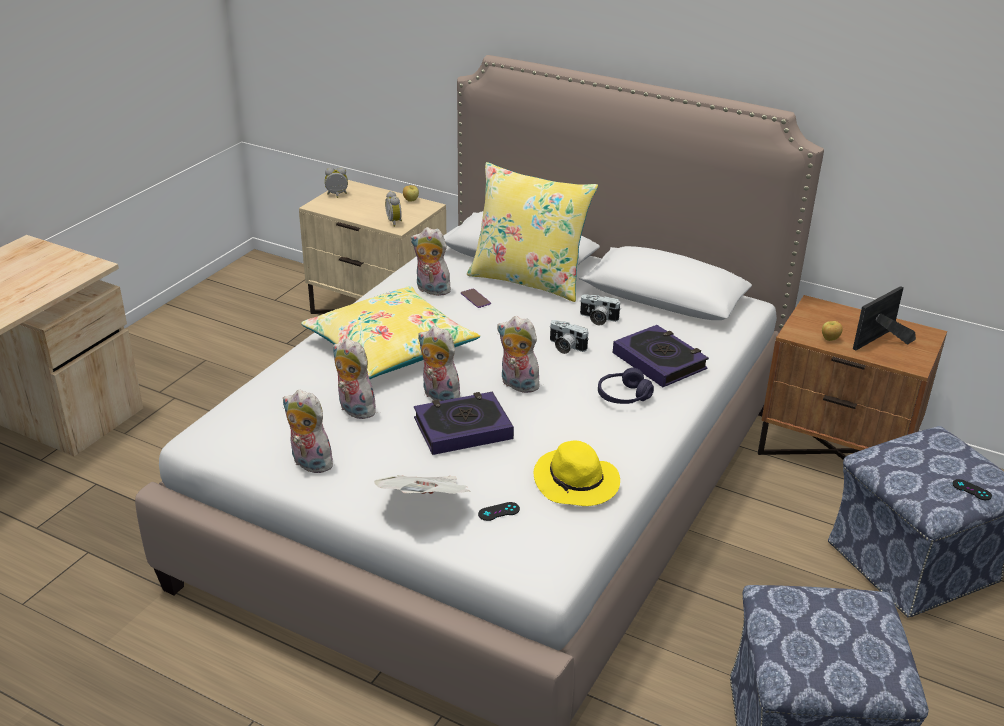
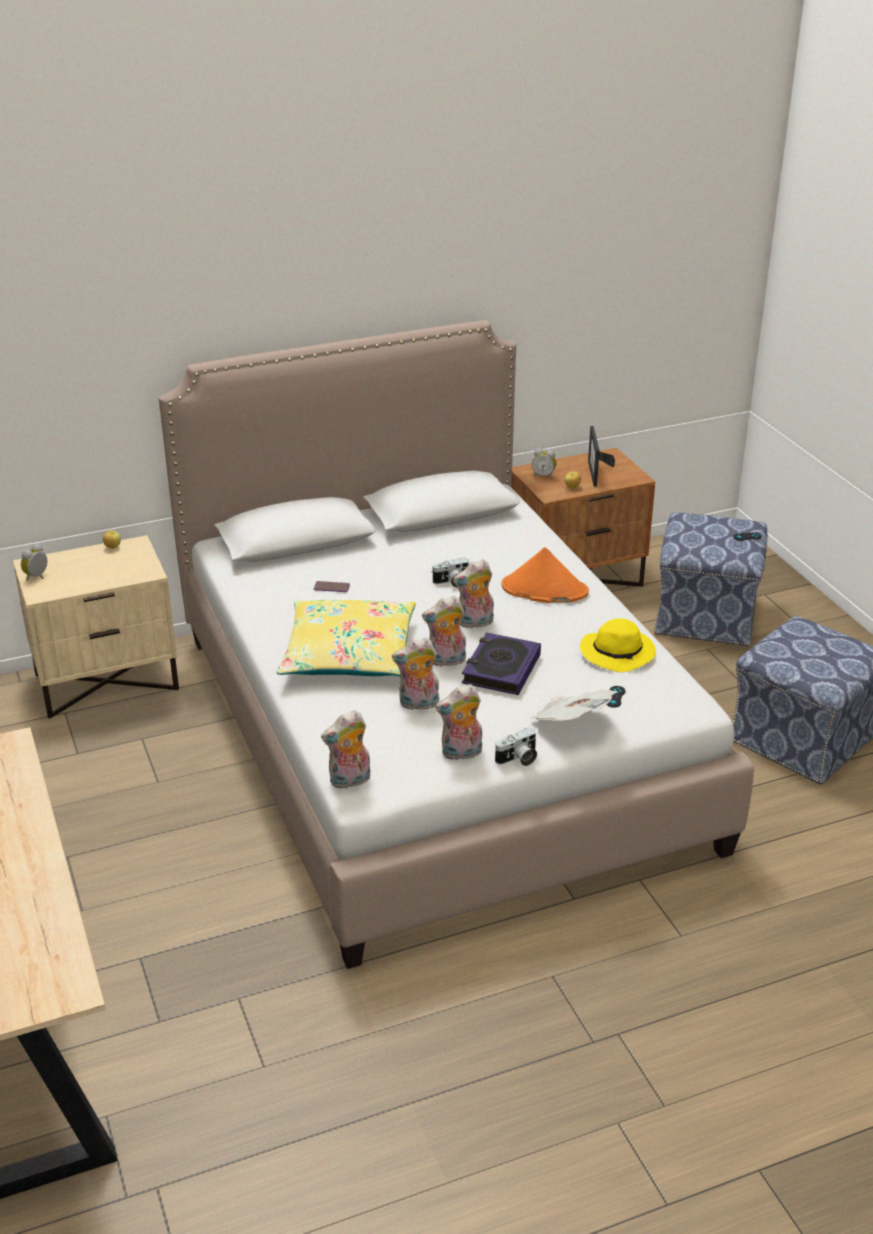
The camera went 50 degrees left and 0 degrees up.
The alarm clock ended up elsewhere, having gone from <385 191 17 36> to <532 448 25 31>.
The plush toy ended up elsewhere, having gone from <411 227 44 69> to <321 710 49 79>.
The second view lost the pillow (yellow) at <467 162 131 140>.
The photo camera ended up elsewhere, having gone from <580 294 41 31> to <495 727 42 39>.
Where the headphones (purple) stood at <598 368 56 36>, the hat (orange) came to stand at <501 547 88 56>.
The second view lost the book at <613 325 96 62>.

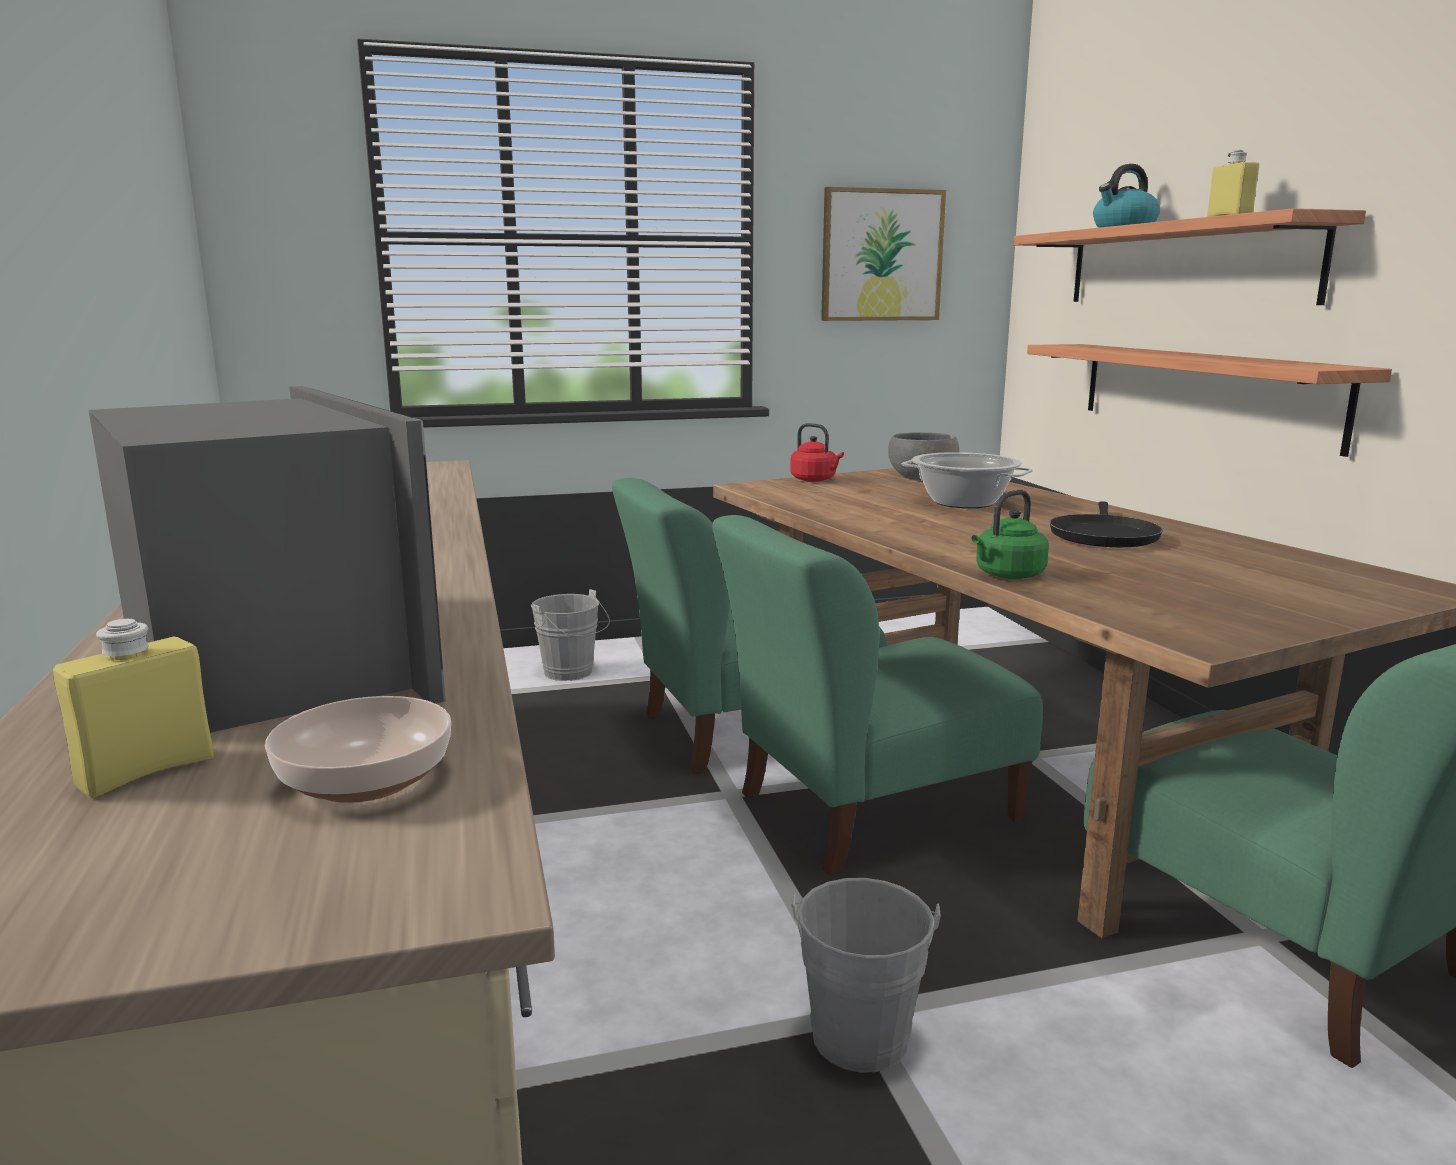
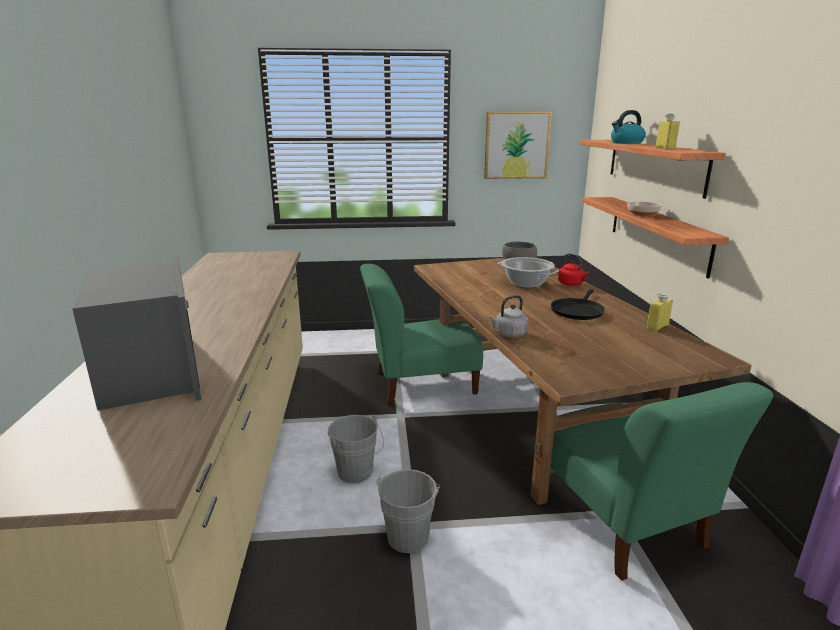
The camera went 10 degrees right and 5 degrees up.
The bottle (yellow) ended up elsewhere, having gone from <53 619 160 179> to <647 293 26 39>.
The bowl ended up elsewhere, having gone from <265 696 186 107> to <627 202 35 14>.
The bucket (grey) ended up elsewhere, having gone from <531 589 79 92> to <327 414 57 69>.
The second view lost the chair (green) at <712 515 331 360>.
The kettle (red) ended up elsewhere, having gone from <790 423 54 59> to <558 253 31 33>.
What was the kettle (green) at <972 490 77 89> turned into the kettle (grey) at <489 295 40 42>.

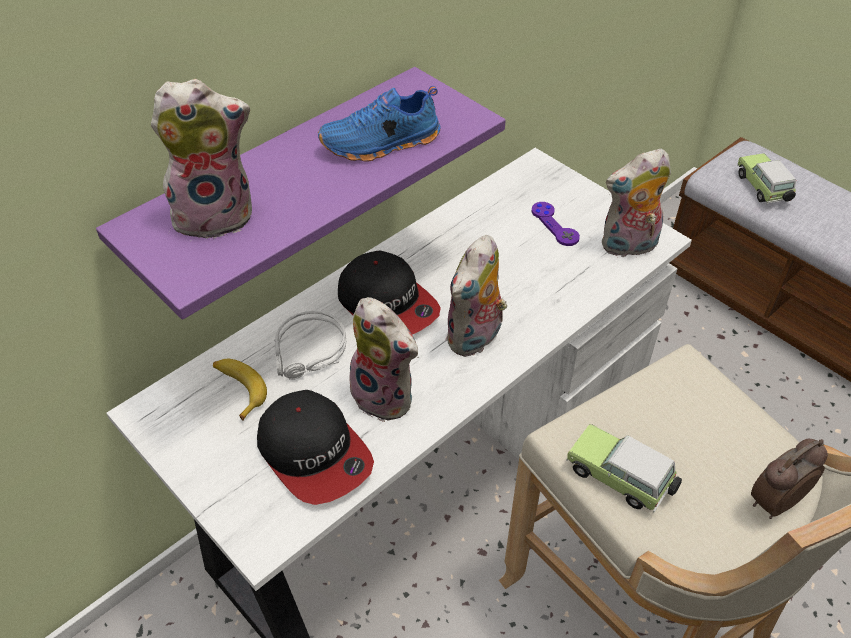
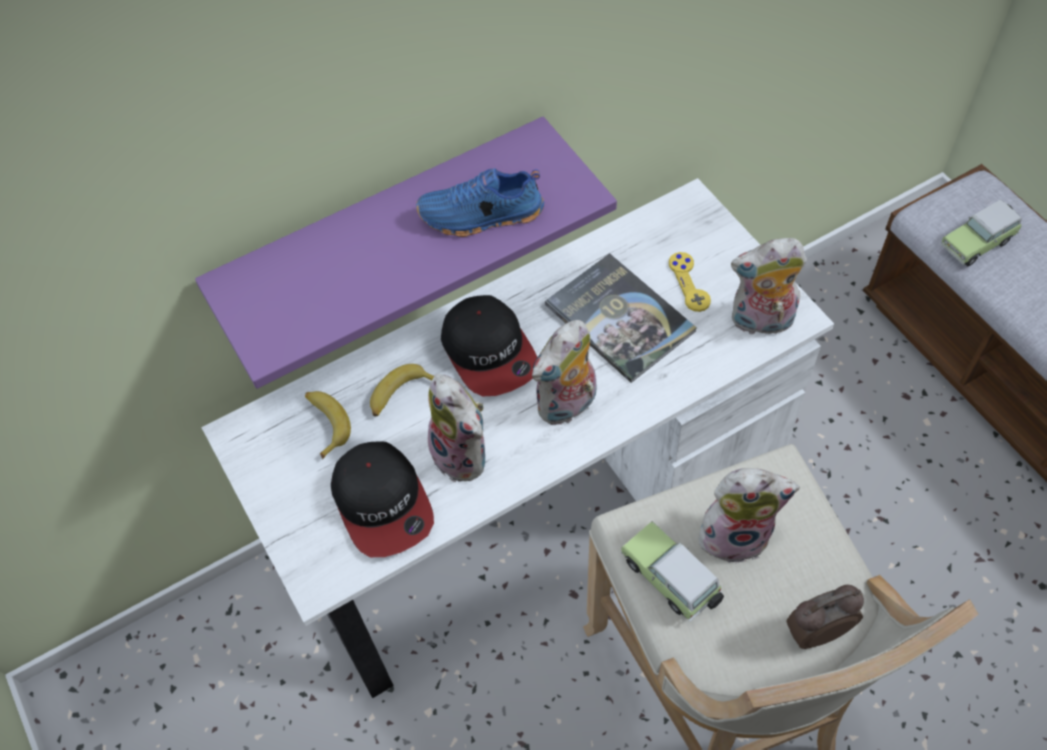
The camera went 15 degrees right and 10 degrees up.
The plush toy ended up elsewhere, having gone from <151 79 101 160> to <698 468 102 96>.
Where the headphones (grey) stood at <274 311 72 69>, the banana came to stand at <370 364 64 52>.
What was the game controller (purple) at <531 202 49 44> turned into the game controller (yellow) at <669 252 42 60>.
The toy car at <737 153 59 50> ended up facing another way, 120 degrees counterclockwise from before.
The second view gained the book at <545 253 152 130>.

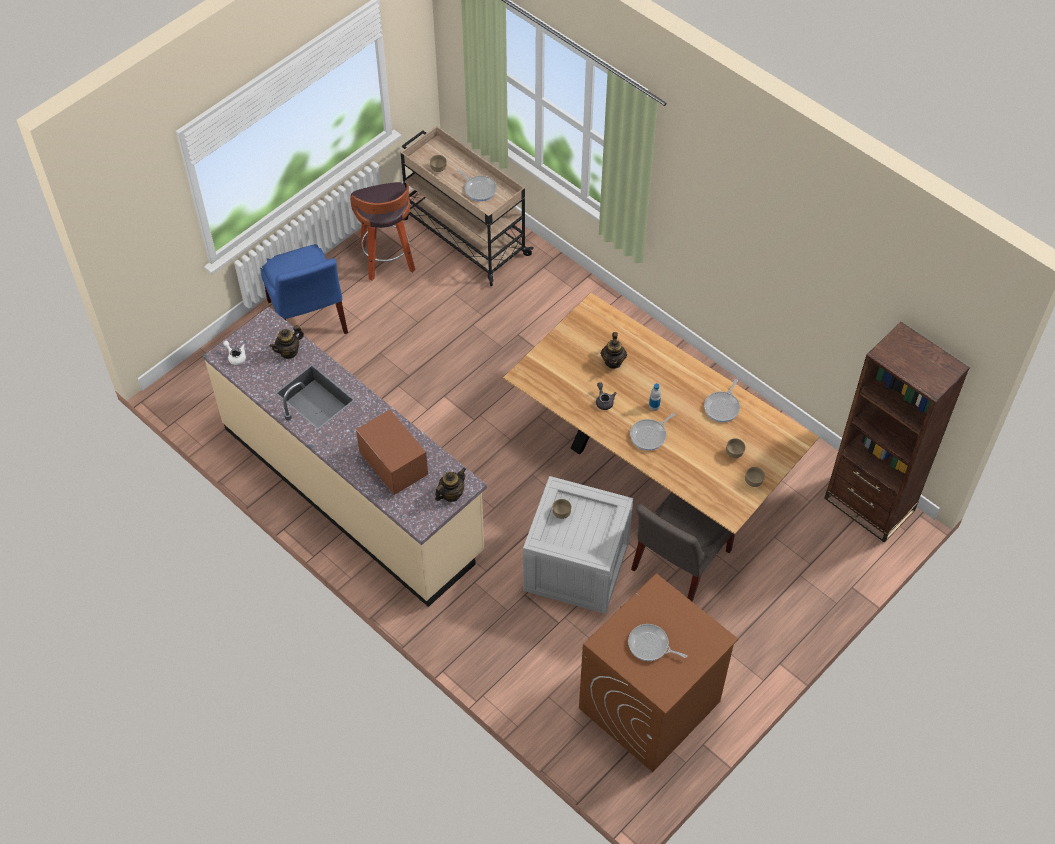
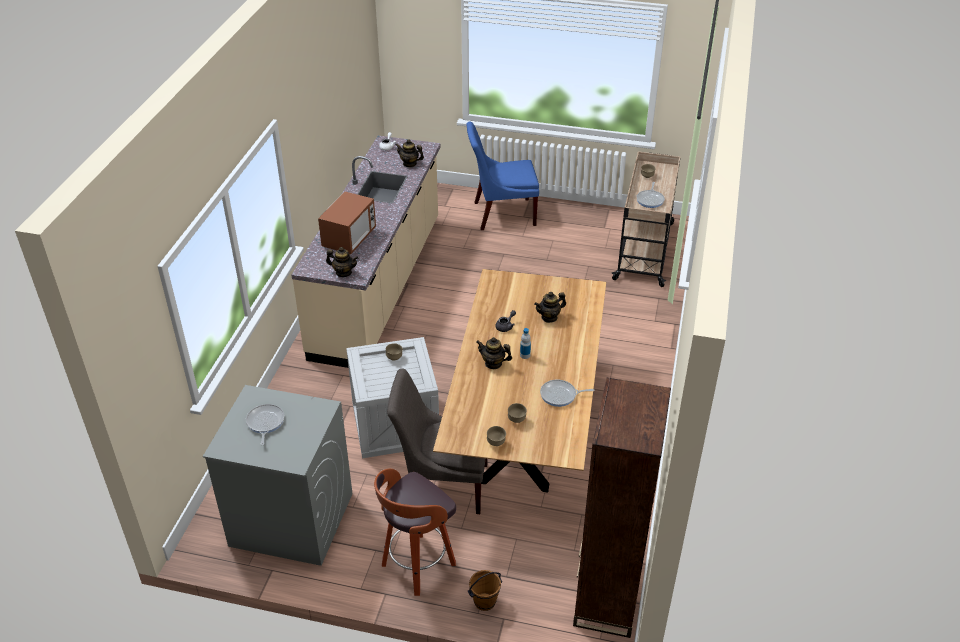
The camera went 60 degrees right and 15 degrees down.
The chair (blue) at <260 244 88 90> ended up facing another way, 45 degrees clockwise from before.
The stool ended up elsewhere, having gone from <350 182 65 99> to <374 469 82 127>.
What was the washing machine (brown) at <579 573 159 199> turned into the washing machine (grey) at <203 385 149 181>.
Where the frying pan stood at <630 413 45 38>, the teapot came to stand at <476 337 36 32>.
The second view gained the bucket (brown) at <468 570 34 41>.

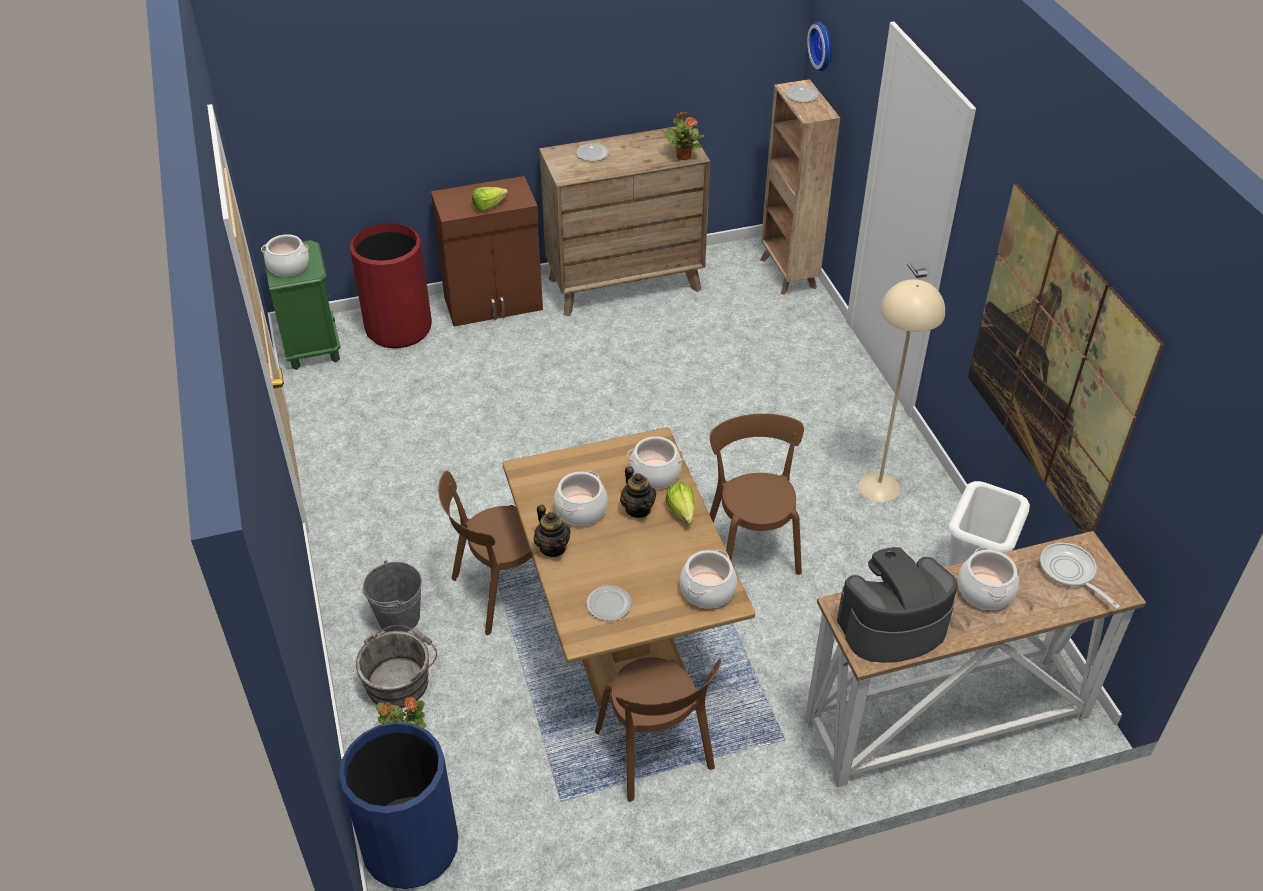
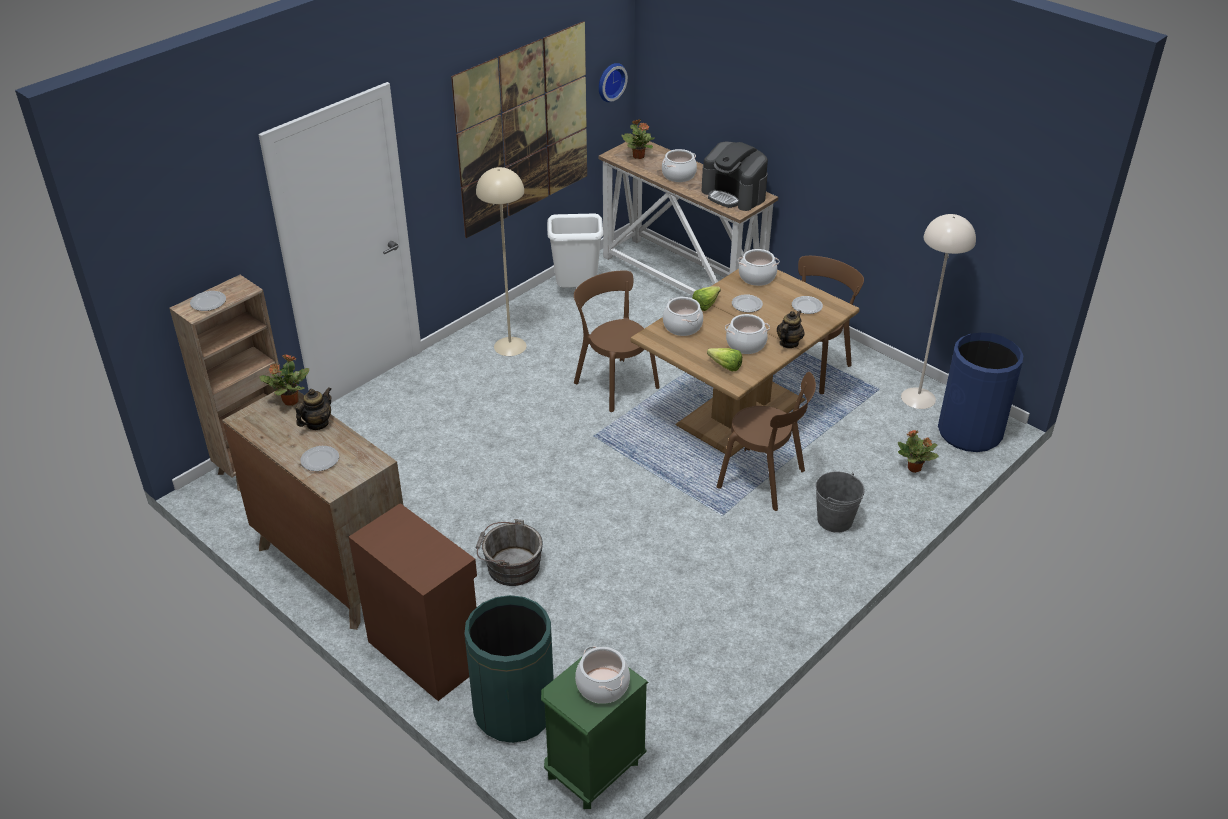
The camera went 120 degrees left and 5 degrees down.
What was the trash can (red) at <350 223 82 125> turned into the trash can (green) at <464 595 90 148>.
The bucket (grey) ended up elsewhere, having gone from <356 625 81 83> to <475 519 68 67>.
The lettuce ended up elsewhere, having gone from <472 187 36 25> to <707 348 35 23>.
The teapot ended up elsewhere, having gone from <620 466 36 52> to <295 387 36 43>.
The chair (brown) at <710 413 94 162> ended up facing another way, 90 degrees clockwise from before.
The wall clock ended up elsewhere, having gone from <807 21 25 50> to <599 63 29 39>.
Where the frying pan stood at <1040 543 80 66>, the potted plant came to stand at <621 119 34 40>.
The second view gained the plate at <732 294 31 18>.
The second view gained the floor lamp (beige) at <901 214 75 195>.

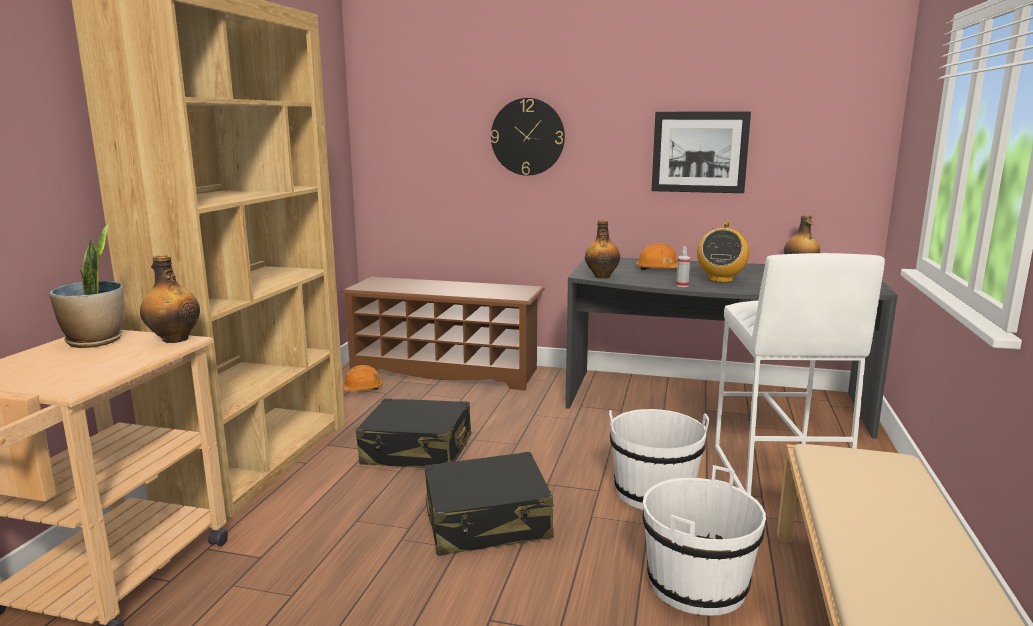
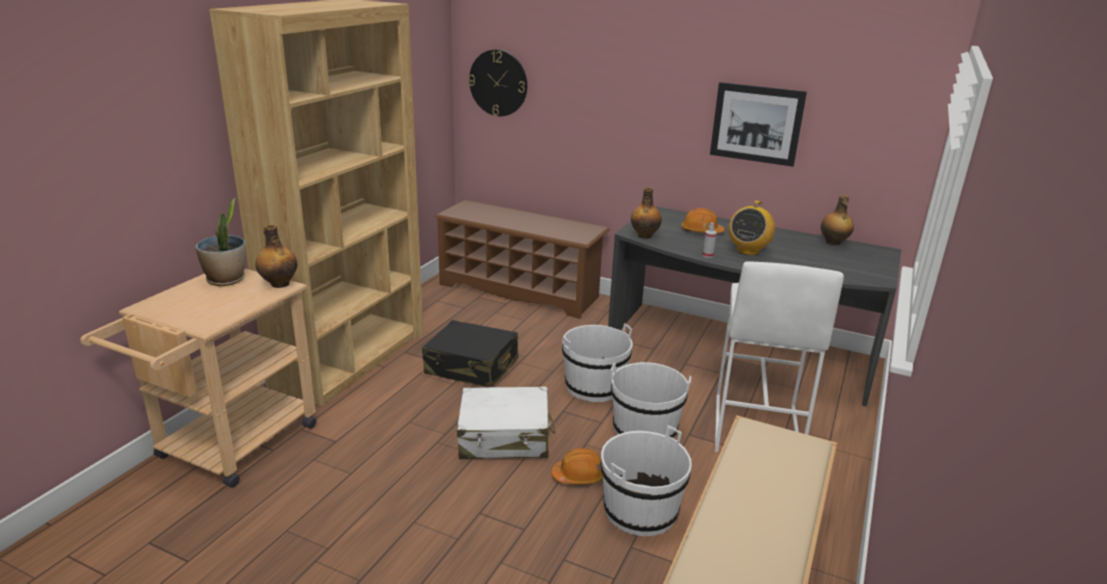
The camera went 10 degrees right and 10 degrees up.
The hard hat (orange) ended up elsewhere, having gone from <343 365 40 26> to <551 448 52 37>.
What was the suitcase (black) at <425 452 129 104> turned into the suitcase (white) at <457 386 98 73>.
The wall clock ended up elsewhere, having gone from <491 98 74 78> to <468 49 59 67>.
The second view gained the bucket (white) at <562 323 71 79>.

